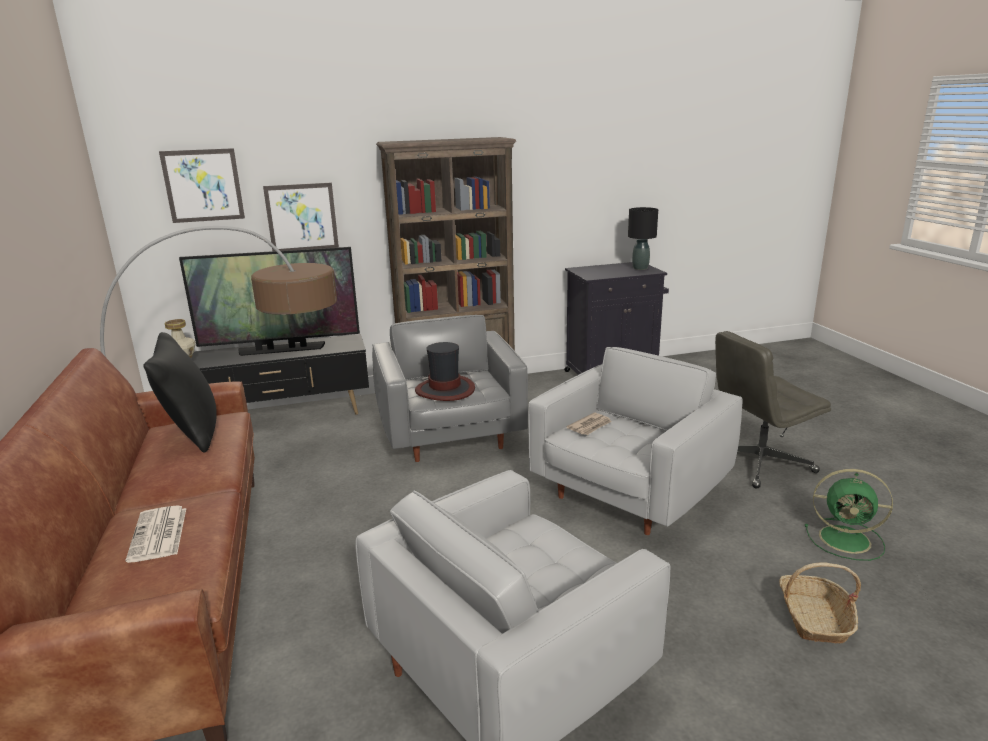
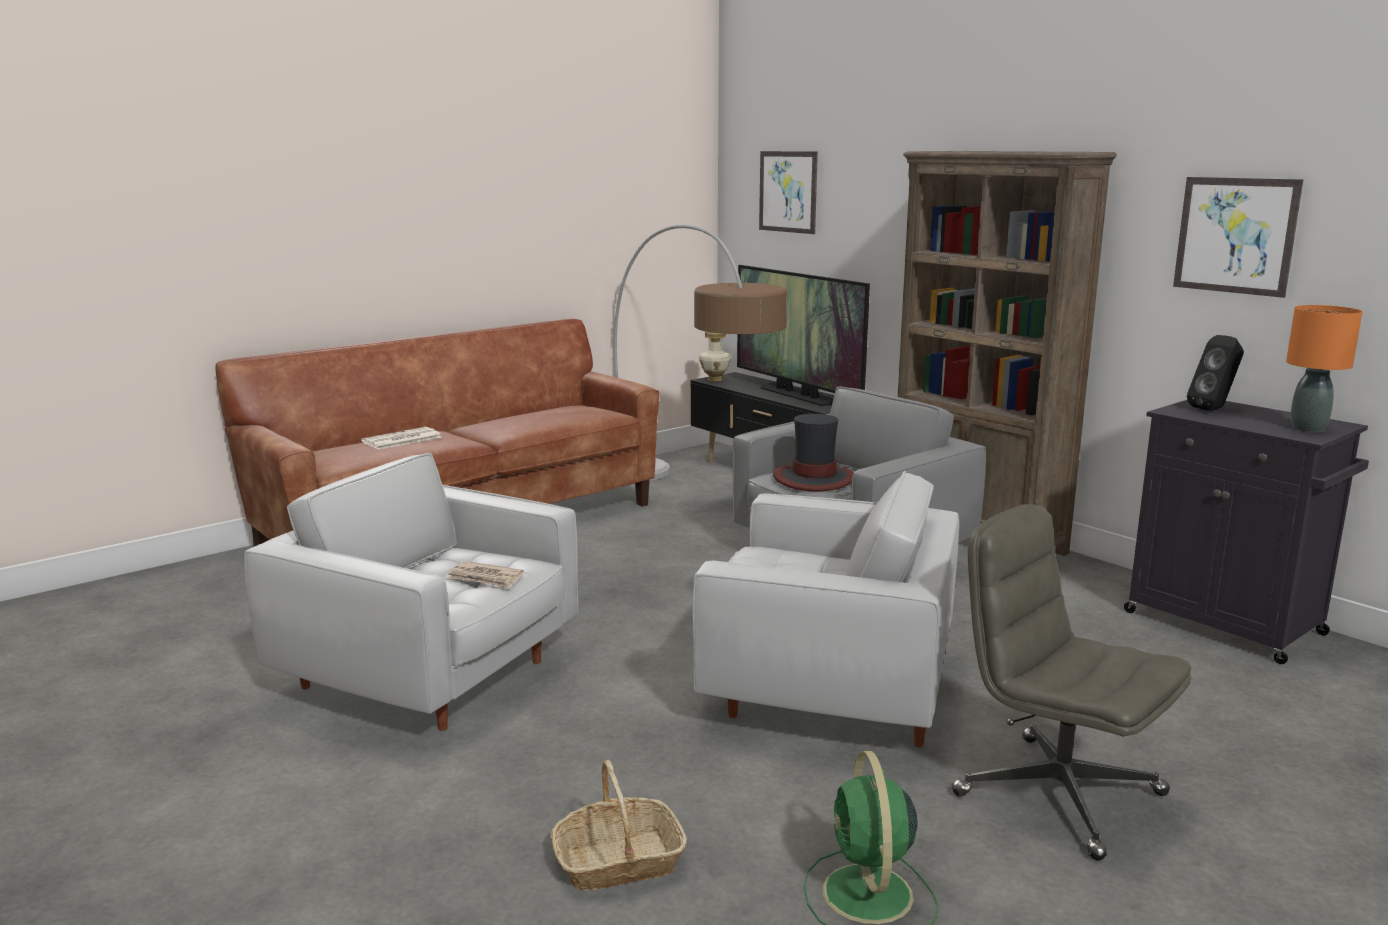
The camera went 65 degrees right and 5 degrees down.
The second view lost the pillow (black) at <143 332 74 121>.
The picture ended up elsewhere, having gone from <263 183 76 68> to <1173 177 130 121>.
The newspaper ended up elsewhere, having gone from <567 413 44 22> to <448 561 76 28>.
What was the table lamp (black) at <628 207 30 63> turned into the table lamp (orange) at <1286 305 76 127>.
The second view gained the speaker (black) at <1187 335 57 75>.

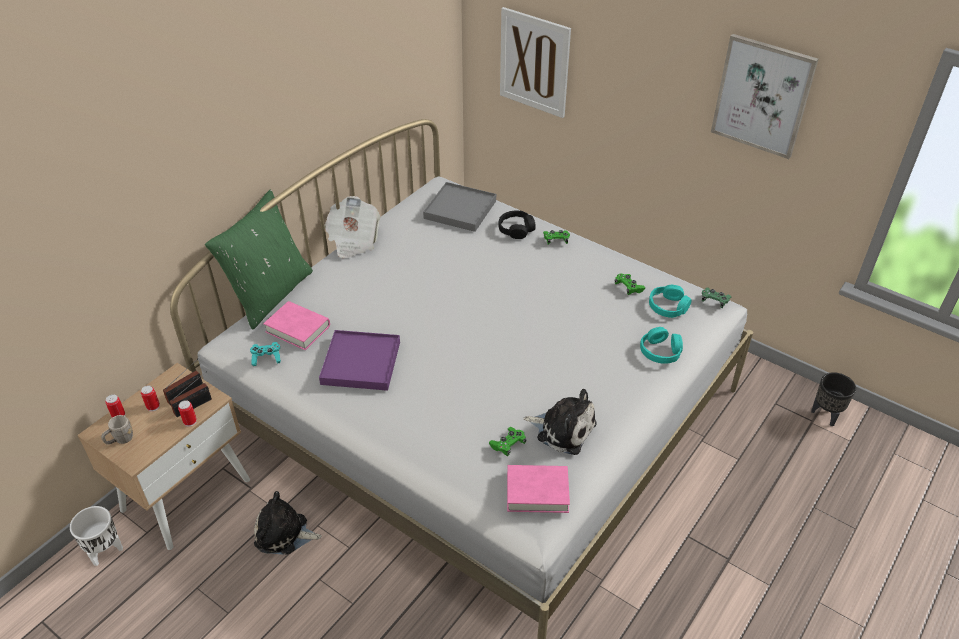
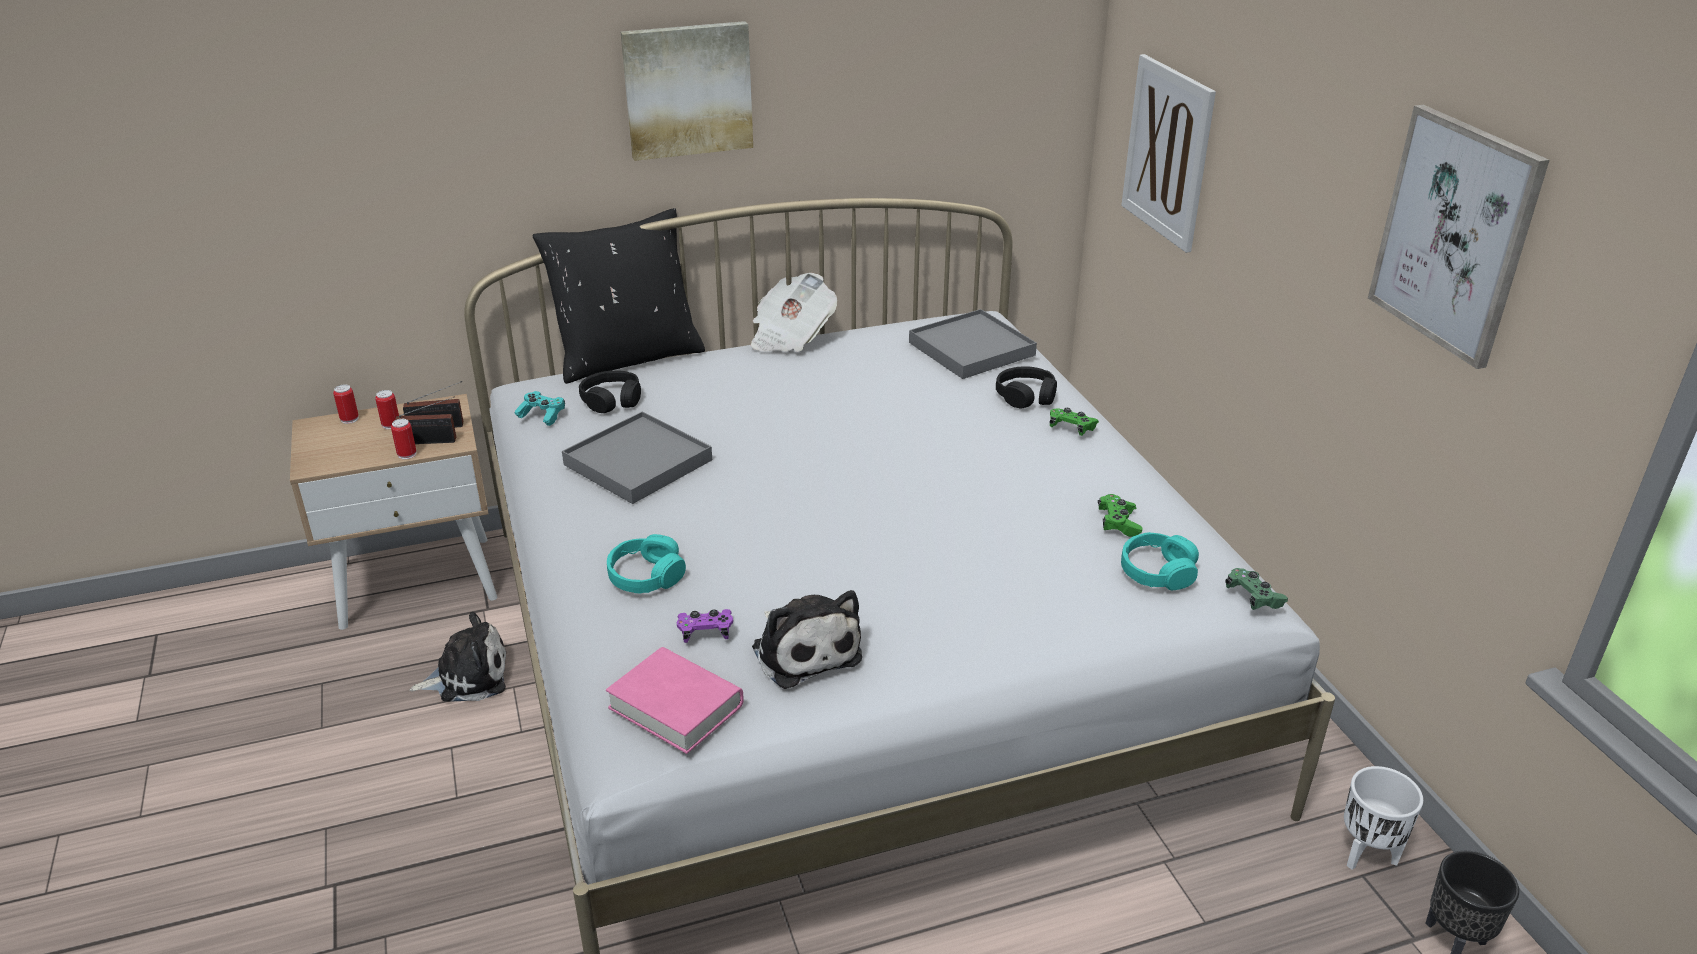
The camera went 35 degrees right and 10 degrees down.
The planter (white) ended up elsewhere, having gone from <70 506 53 60> to <1344 766 79 104>.
The second view lost the mug (grey) at <101 415 32 30>.
What was the pillow (green) at <205 190 108 140> turned into the pillow (black) at <533 208 172 176>.
The plush toy at <254 491 68 64> ended up facing another way, 120 degrees clockwise from before.
Where the book (pink) stood at <263 301 67 49>, the headphones (black) came to stand at <579 370 62 43>.
What was the tray (purple) at <319 330 81 61> turned into the tray (grey) at <562 411 150 93>.
What was the game controller (green) at <489 427 37 29> turned into the game controller (purple) at <677 609 56 34>.
The headphones (turquoise) ended up elsewhere, having gone from <640 327 43 37> to <607 534 79 59>.
The second view gained the picture at <621 21 132 140>.

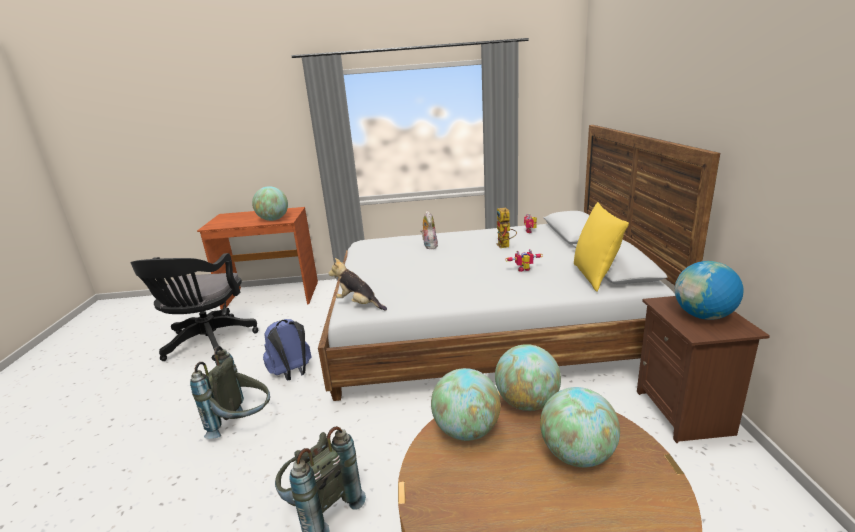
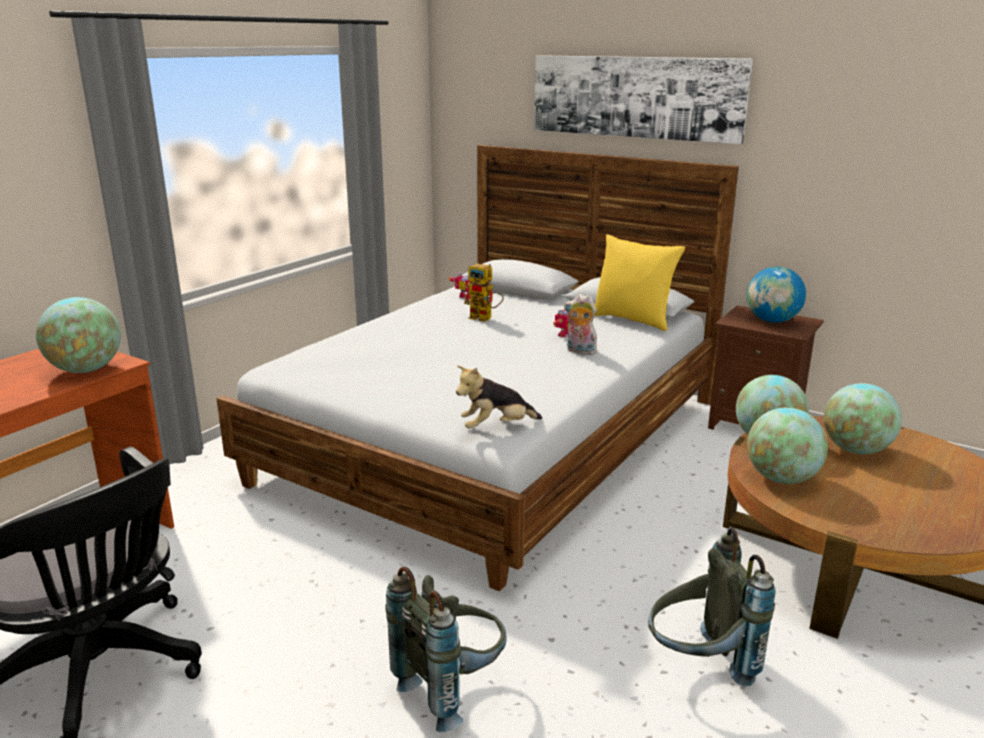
The camera went 55 degrees left and 0 degrees up.
The second view lost the backpack (blue) at <263 319 48 61>.
The plush toy ended up elsewhere, having gone from <420 211 18 38> to <564 294 33 61>.
The second view gained the picture at <534 55 219 89>.

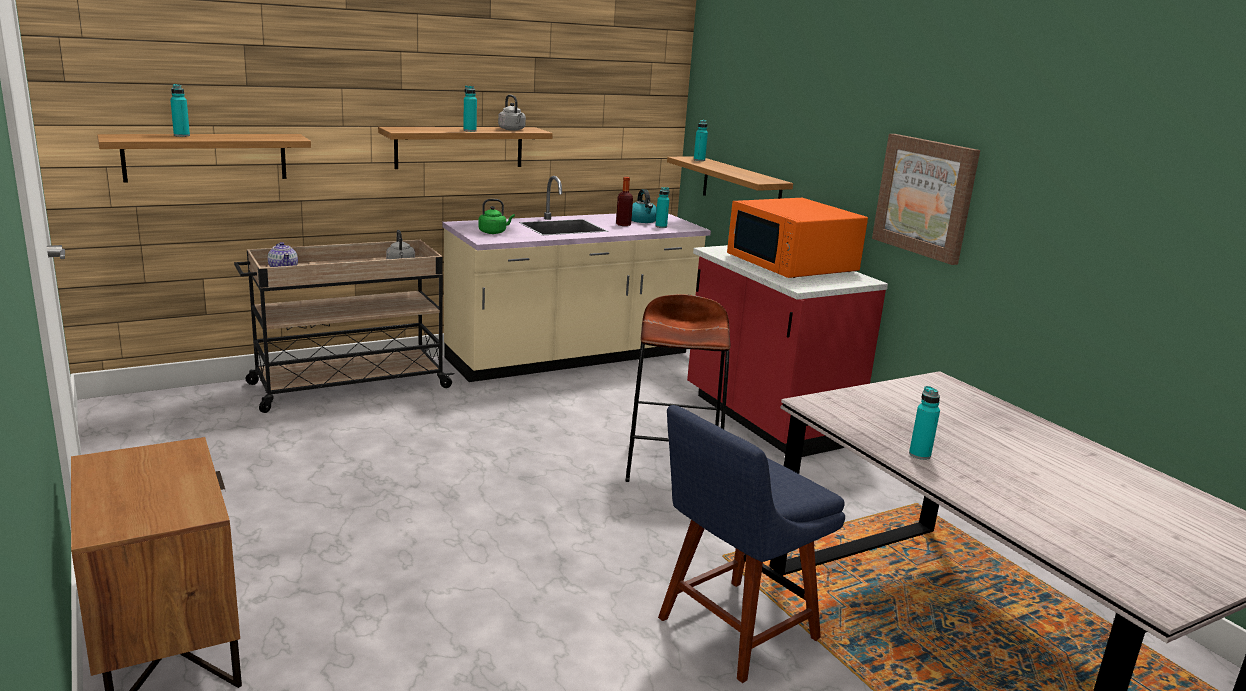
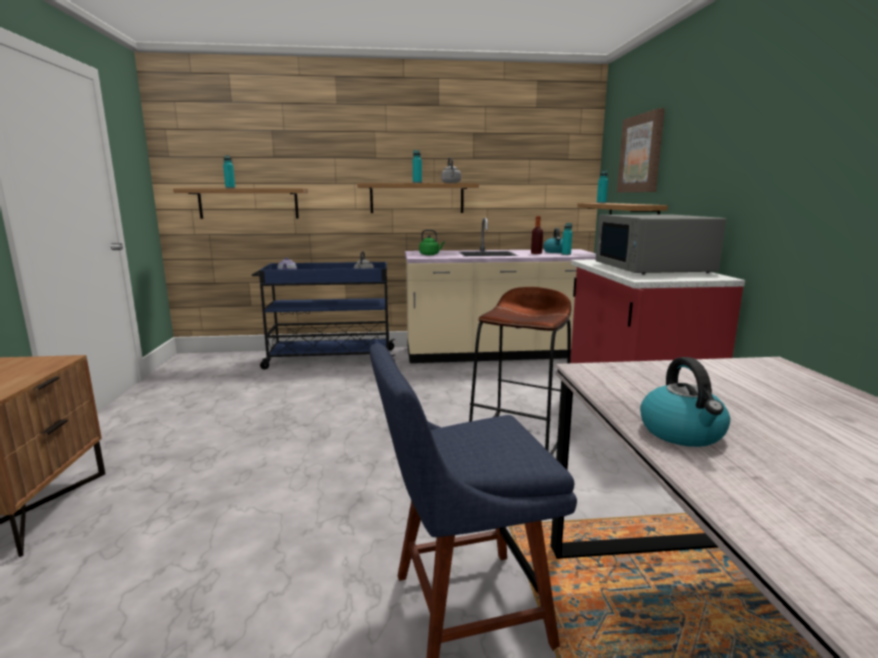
The camera went 25 degrees right and 5 degrees down.
What was the cart (beige) at <234 240 220 173> turned into the cart (blue) at <252 262 143 107>.
What was the microwave (orange) at <727 198 141 80> turned into the microwave (grey) at <596 215 130 60>.
The picture ended up elsewhere, having gone from <872 134 108 131> to <617 108 48 84>.
Where the bottle (turquoise) stood at <909 386 31 74>, the kettle came to stand at <640 357 90 90>.

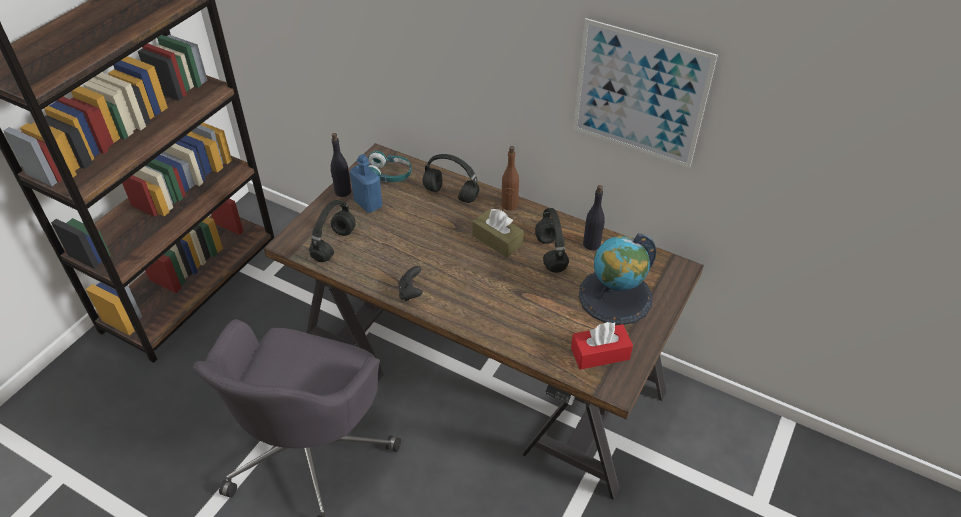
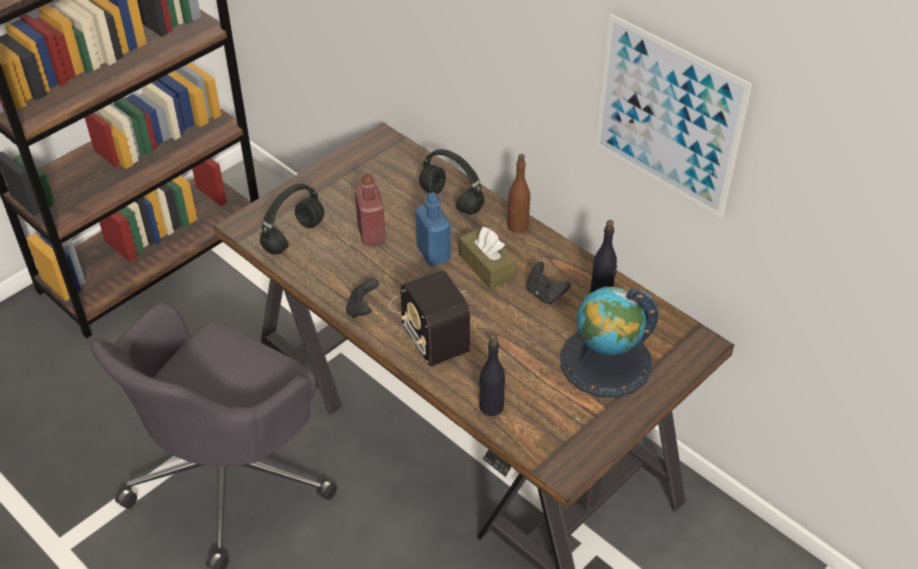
The camera went 15 degrees right and 0 degrees up.
The bottle (black) ended up elsewhere, having gone from <330 133 21 64> to <479 334 26 82>.
The bottle (blue) ended up elsewhere, having gone from <350 154 33 59> to <415 192 36 74>.
The second view lost the headphones (turquoise) at <368 151 44 31>.
Where the headphones (black) stood at <535 208 34 65>, the game controller (black) came to stand at <527 262 43 42>.
The second view lost the tissue box (red) at <571 322 62 48>.
The second view gained the bottle (red) at <355 173 31 73>.
The second view gained the radio at <389 270 81 97>.

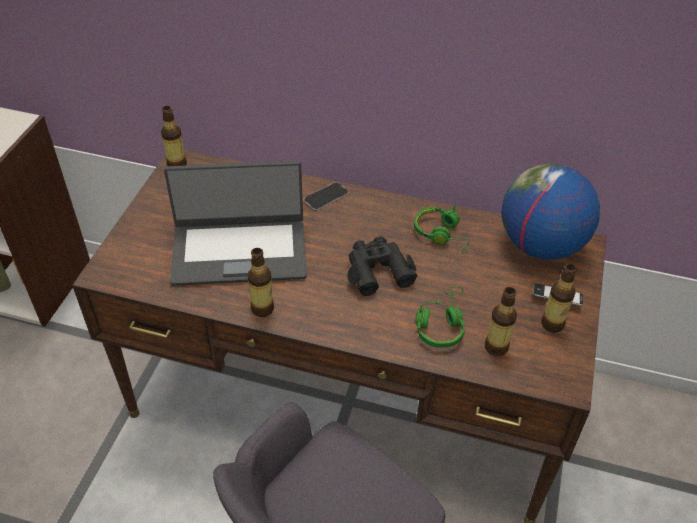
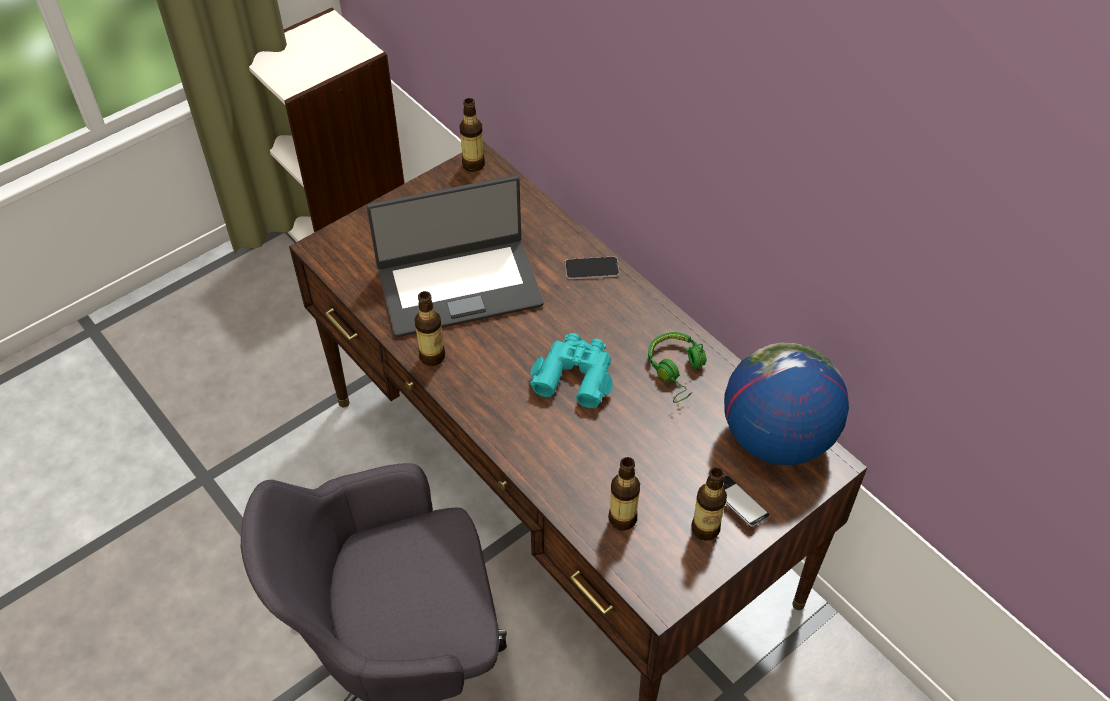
The camera went 35 degrees right and 5 degrees up.
The laptop at <164 161 143 125> ended up facing another way, 45 degrees counterclockwise from before.
What was the binoculars (black) at <347 236 71 60> turned into the binoculars (turquoise) at <530 333 83 75>.
The second view lost the headphones (green) at <415 286 50 62>.

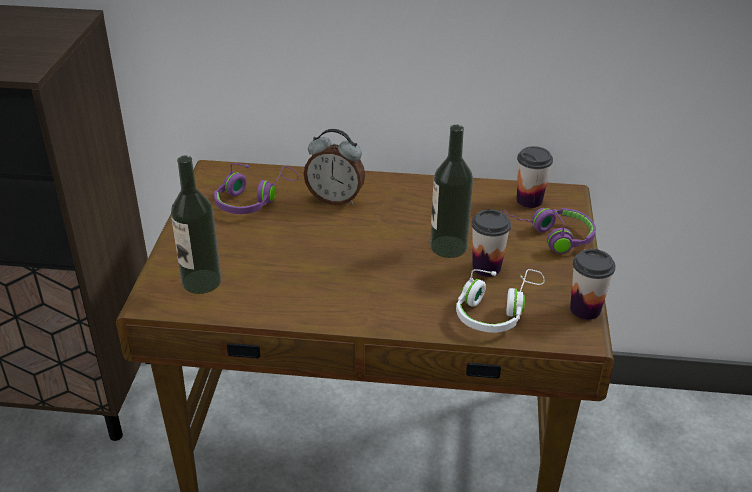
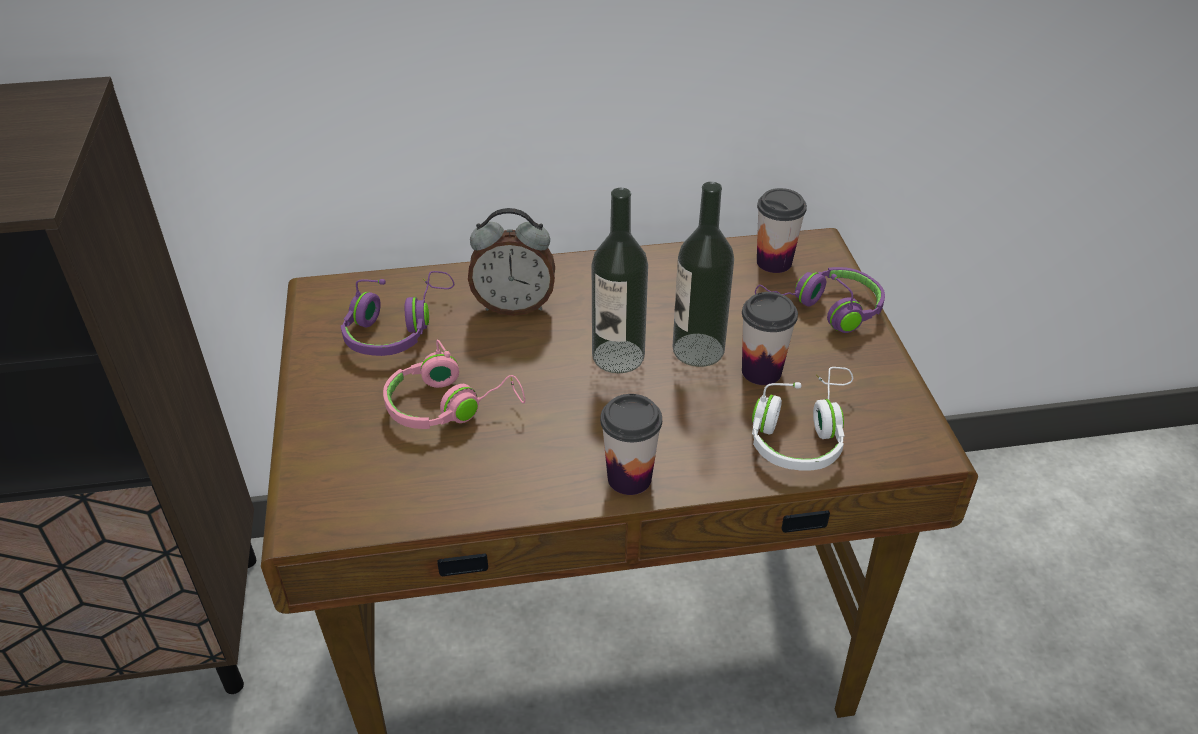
The camera went 15 degrees left and 5 degrees up.
The bottle ended up elsewhere, having gone from <171 156 50 138> to <592 188 56 185>.
The cup ended up elsewhere, having gone from <570 249 46 71> to <600 394 62 101>.
The second view gained the headphones (pink) at <383 339 142 90>.

